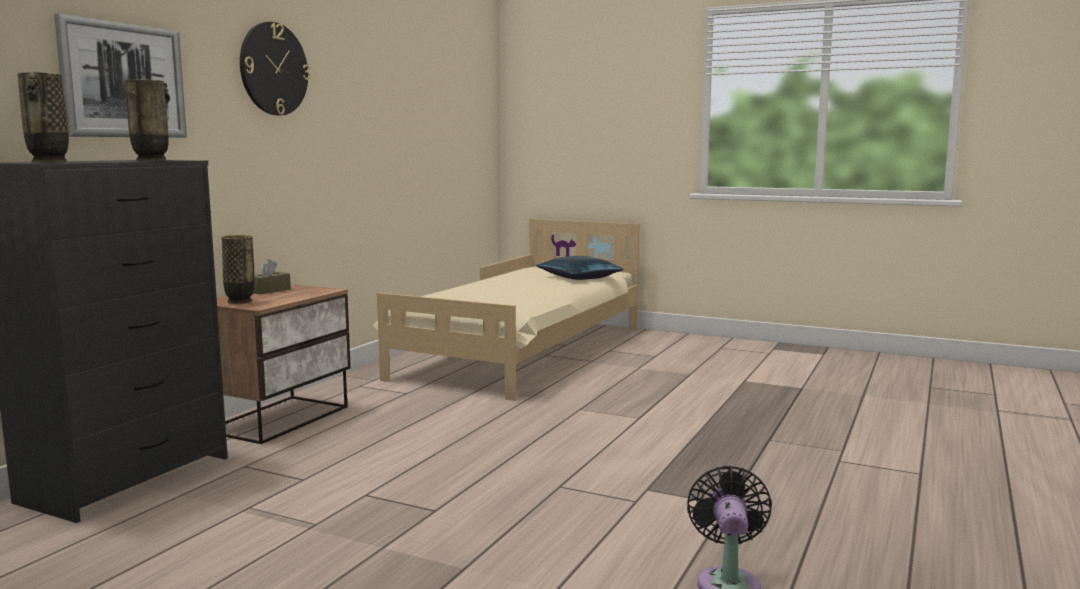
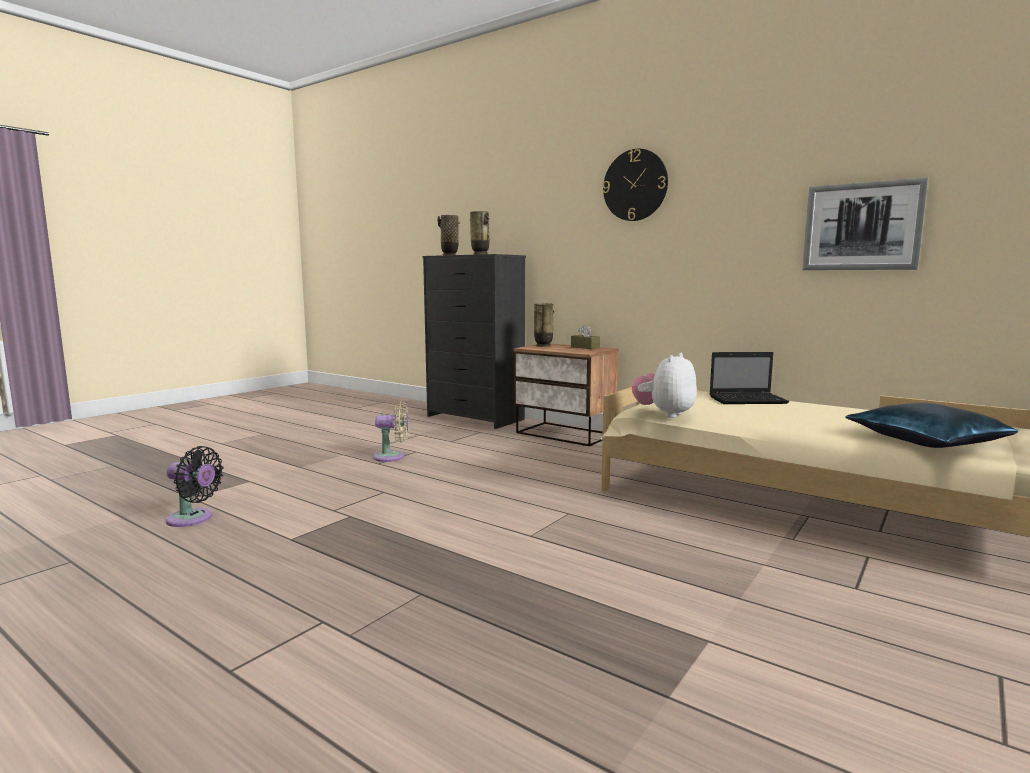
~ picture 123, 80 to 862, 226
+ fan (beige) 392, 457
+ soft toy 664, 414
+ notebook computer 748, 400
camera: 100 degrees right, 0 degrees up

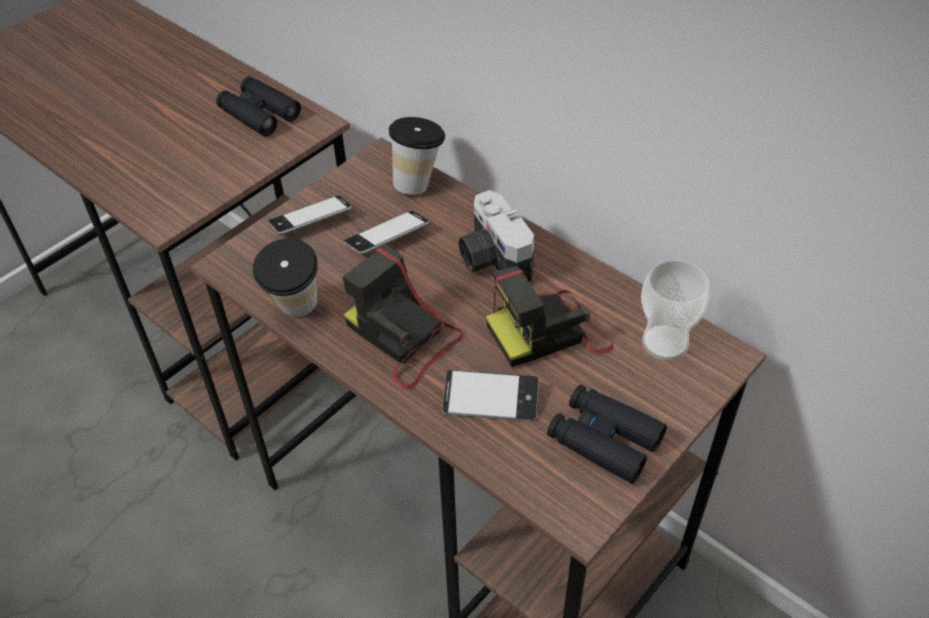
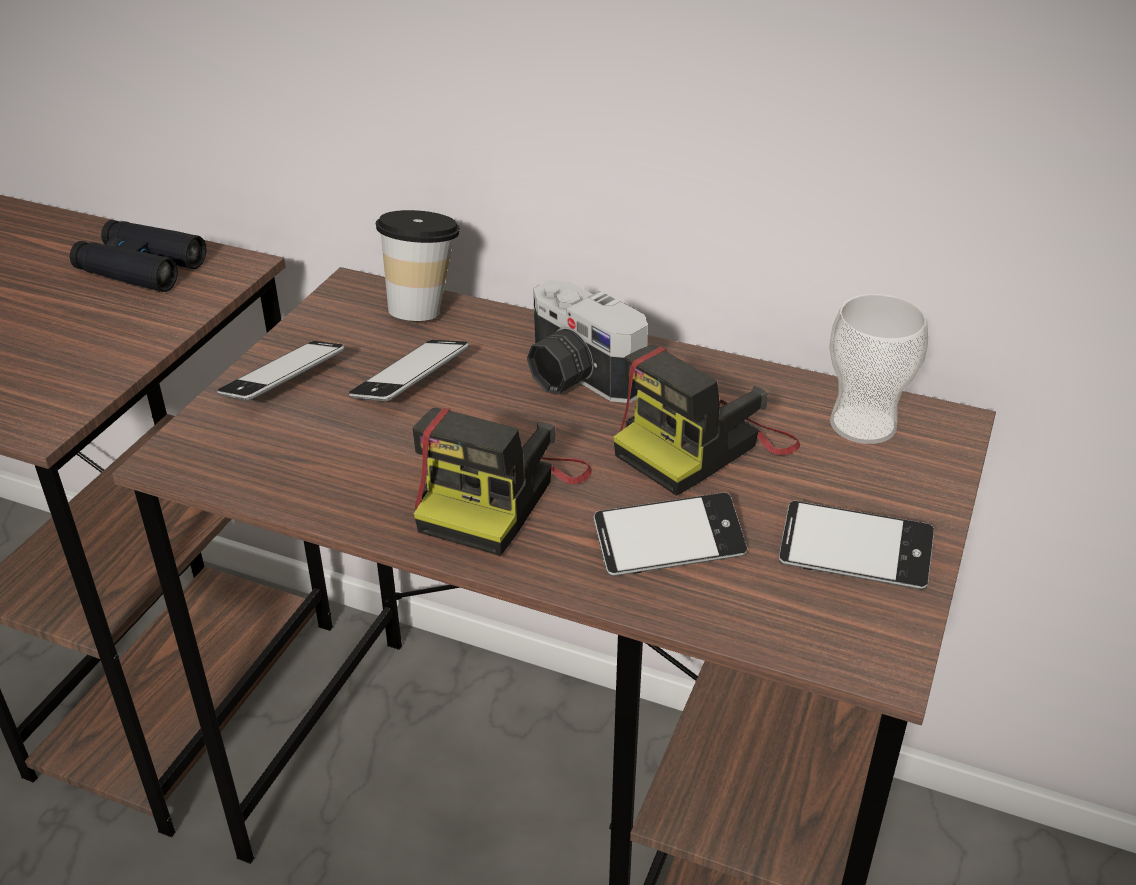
- drinking cup 296, 313
~ still camera 403, 338 = 499, 495 90 degrees counterclockwise
~ binoculars (black) 604, 439 to phone 854, 555
camera: 20 degrees left, 10 degrees down

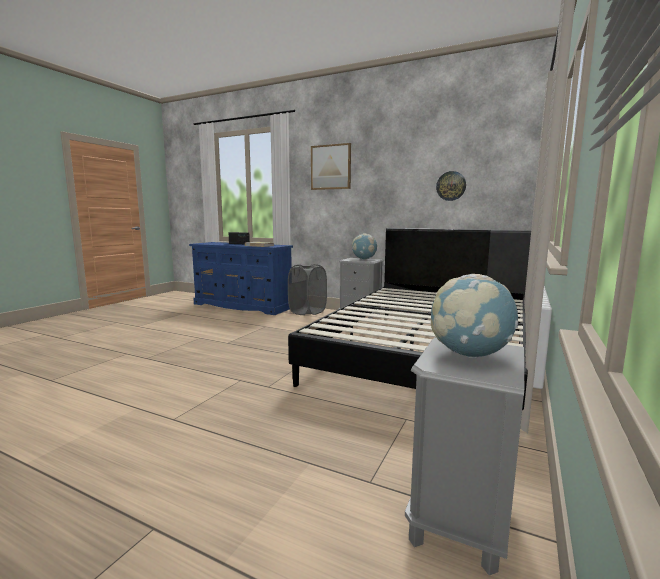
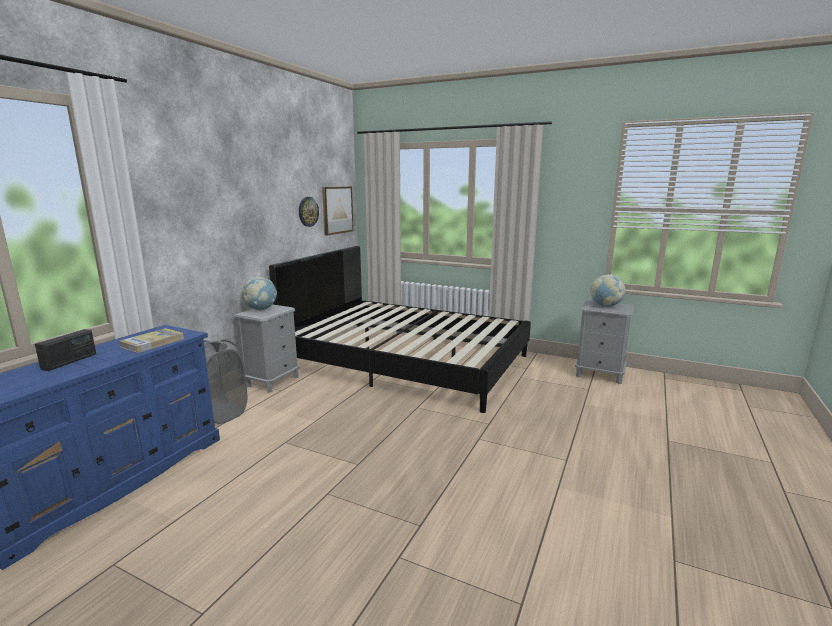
~ picture 331, 167 to 337, 210
camera: 90 degrees left, 5 degrees up

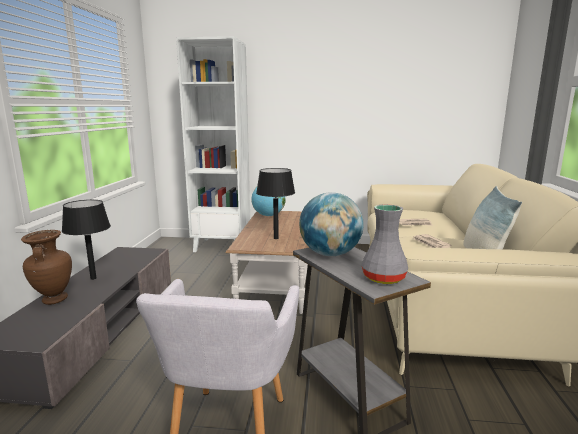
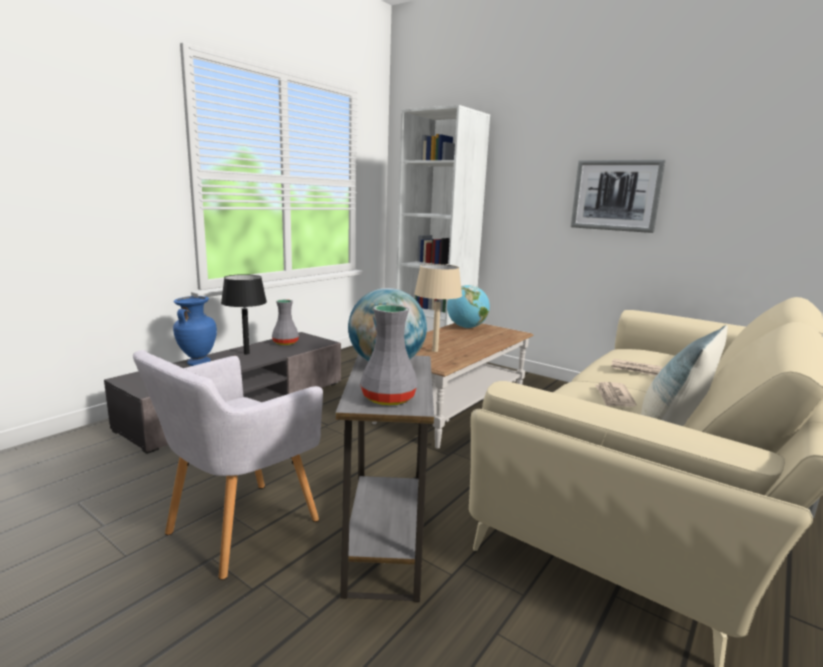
~ decorative vase (brownish) 53, 300 to decorative vase (blue) 197, 363
~ table lamp (black) 275, 238 to table lamp (beige) 435, 351
+ decorative vase (gray) 285, 343
+ picture 615, 195
camera: 30 degrees right, 0 degrees up

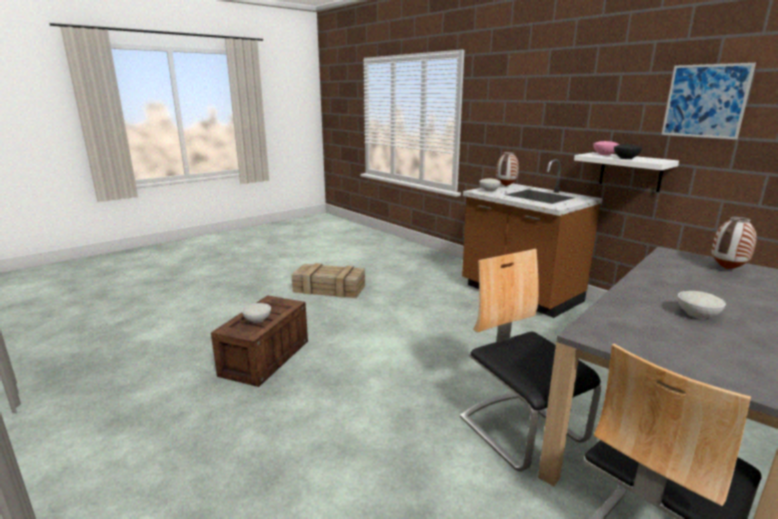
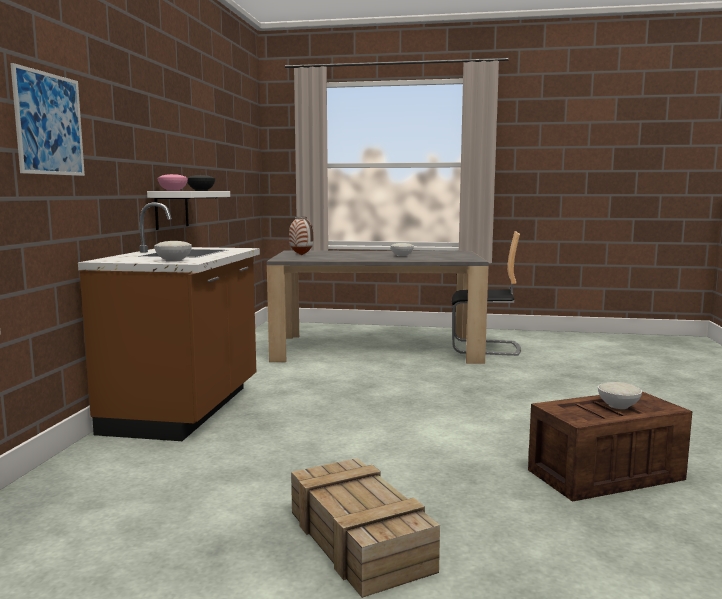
- plain chair 521, 430
- decorative vase 505, 186
~ picture 705, 101 to 49, 124
camera: 130 degrees left, 10 degrees down

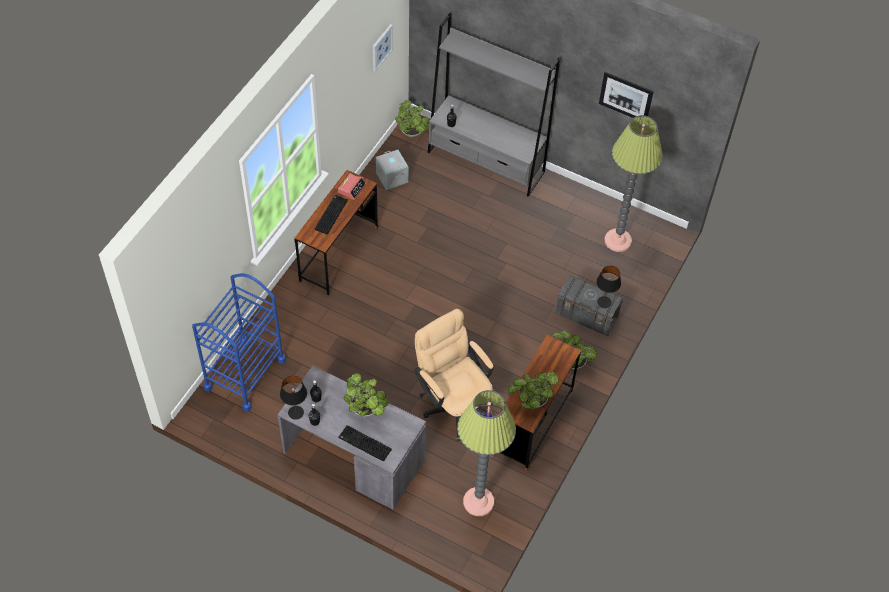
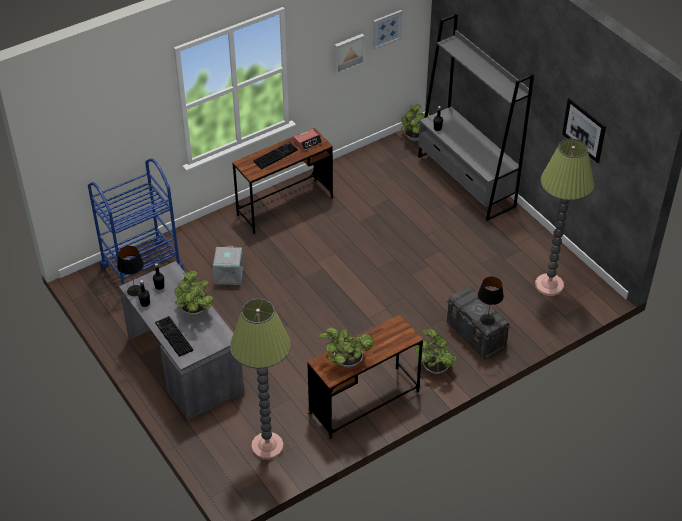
~ storage bin (gray) 391, 177 to 228, 274
- desk chair (beige) 453, 402
+ picture 348, 52
camera: 30 degrees right, 10 degrees down

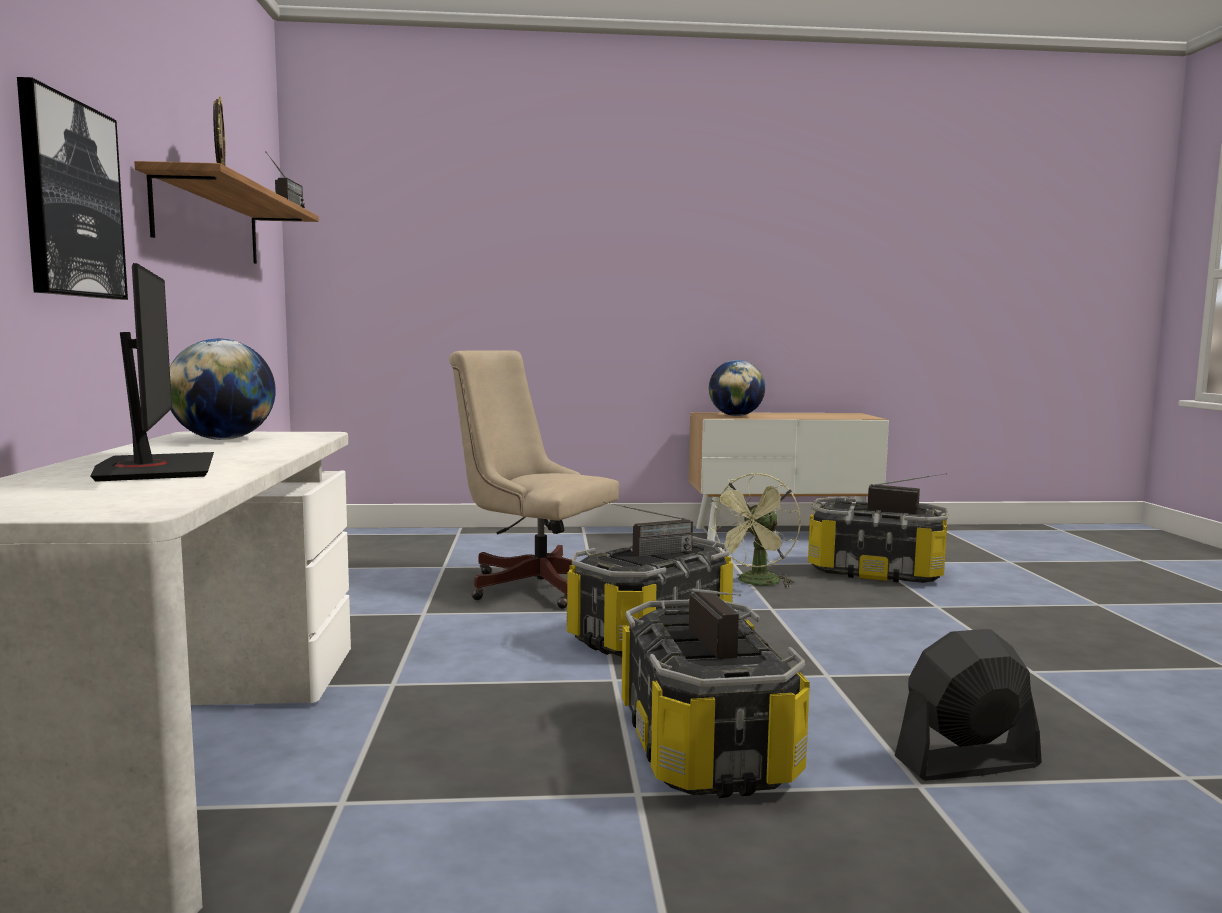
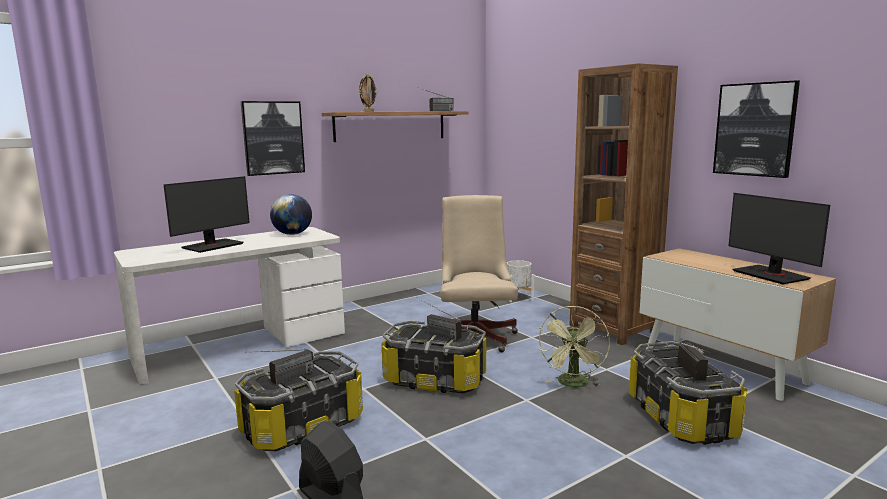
~ fan (green) 756, 583 = 573, 384 75 degrees counterclockwise
- globe 736, 415
+ planter (whitish) 518, 297
+ bookcase (brownish) 613, 328
+ picture 755, 129
+ monitor 771, 275
camera: 60 degrees right, 5 degrees up

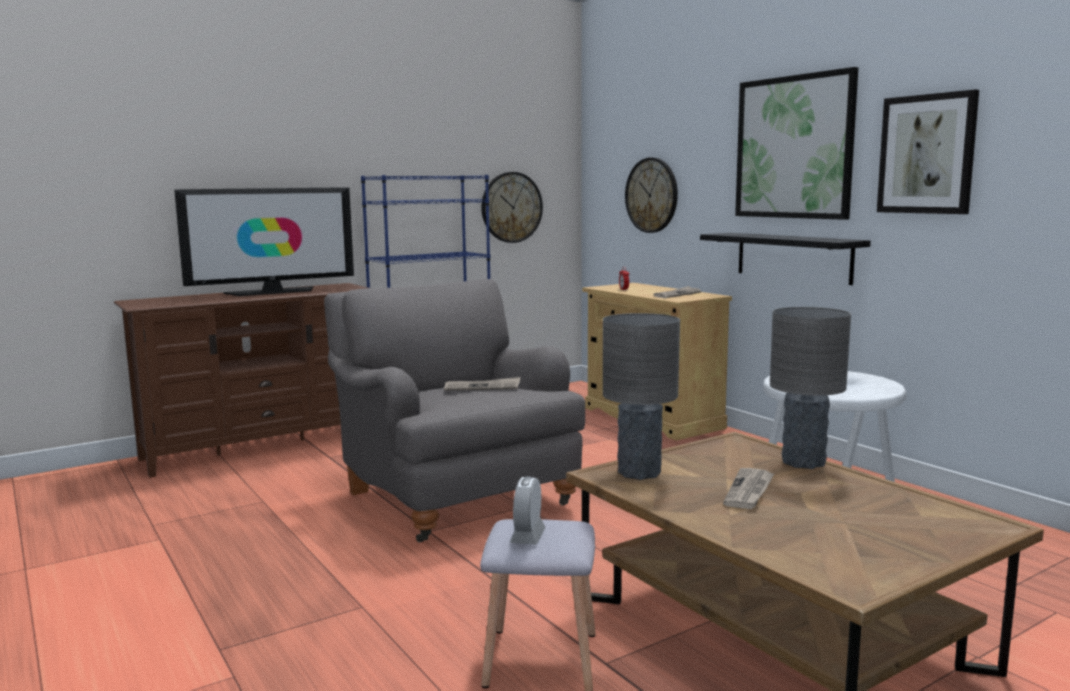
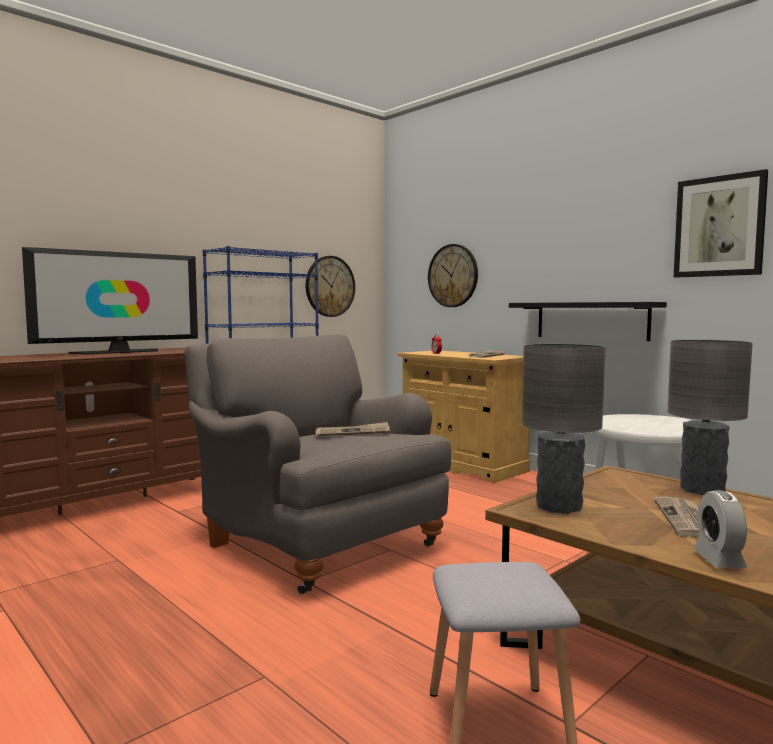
~ alarm clock 527, 536 to 718, 559
- picture 794, 147
camera: 10 degrees left, 5 degrees down

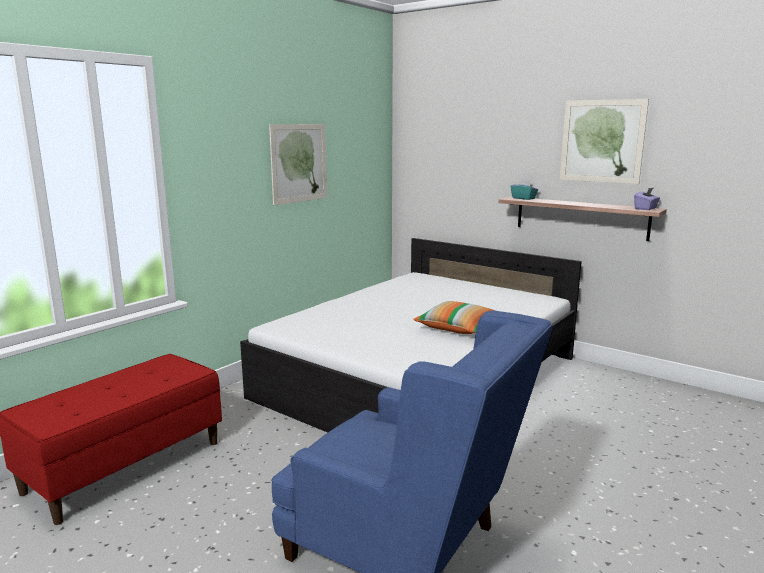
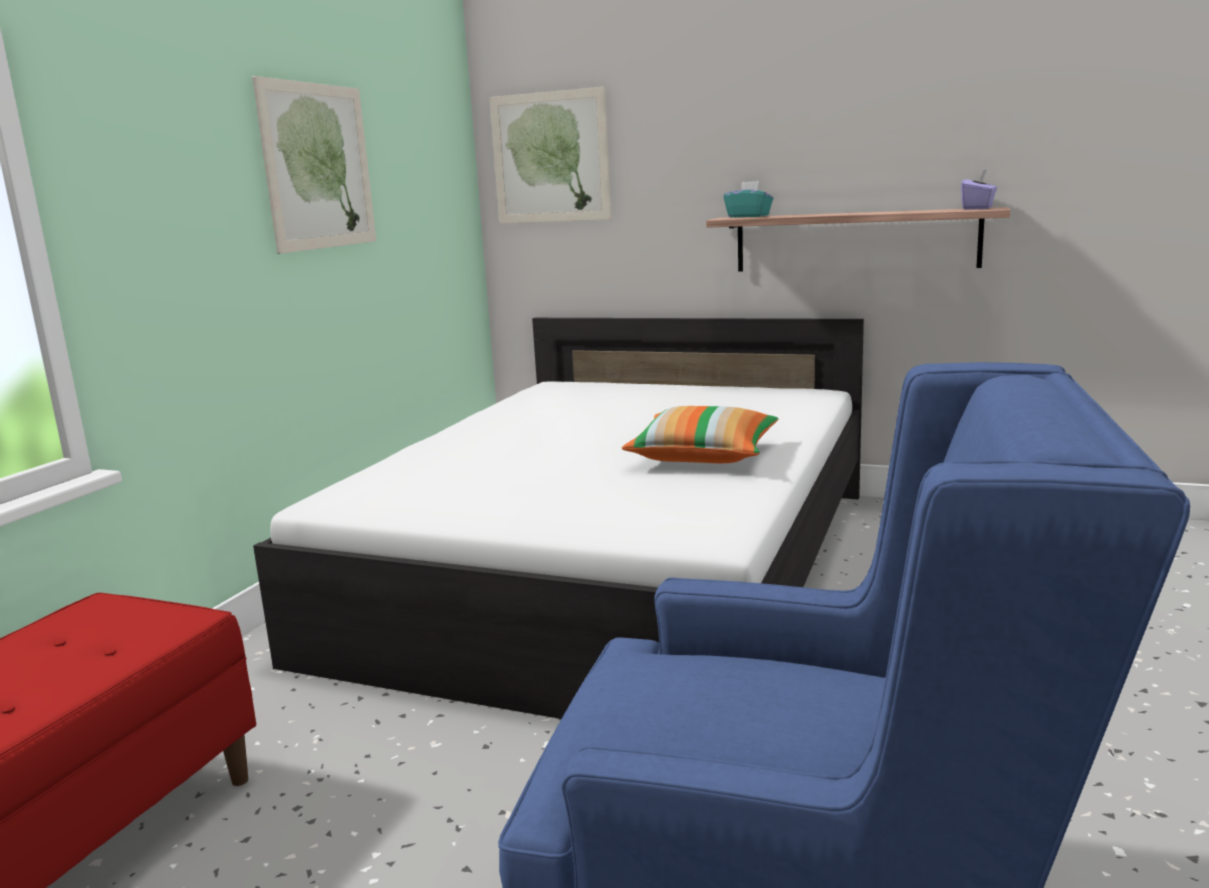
~ picture 602, 141 to 550, 158
camera: 15 degrees left, 0 degrees up

